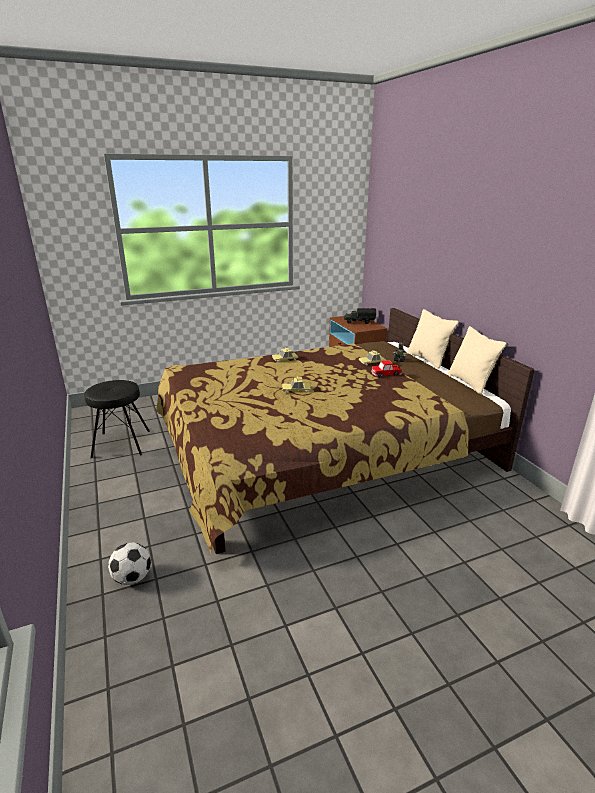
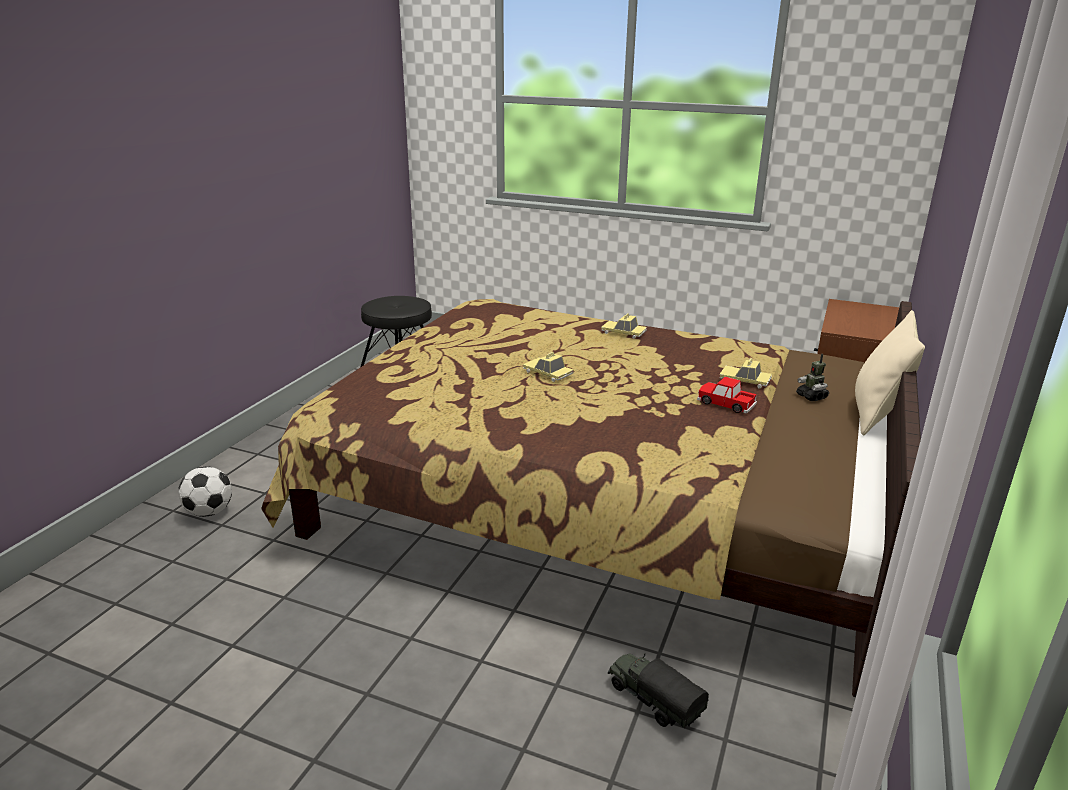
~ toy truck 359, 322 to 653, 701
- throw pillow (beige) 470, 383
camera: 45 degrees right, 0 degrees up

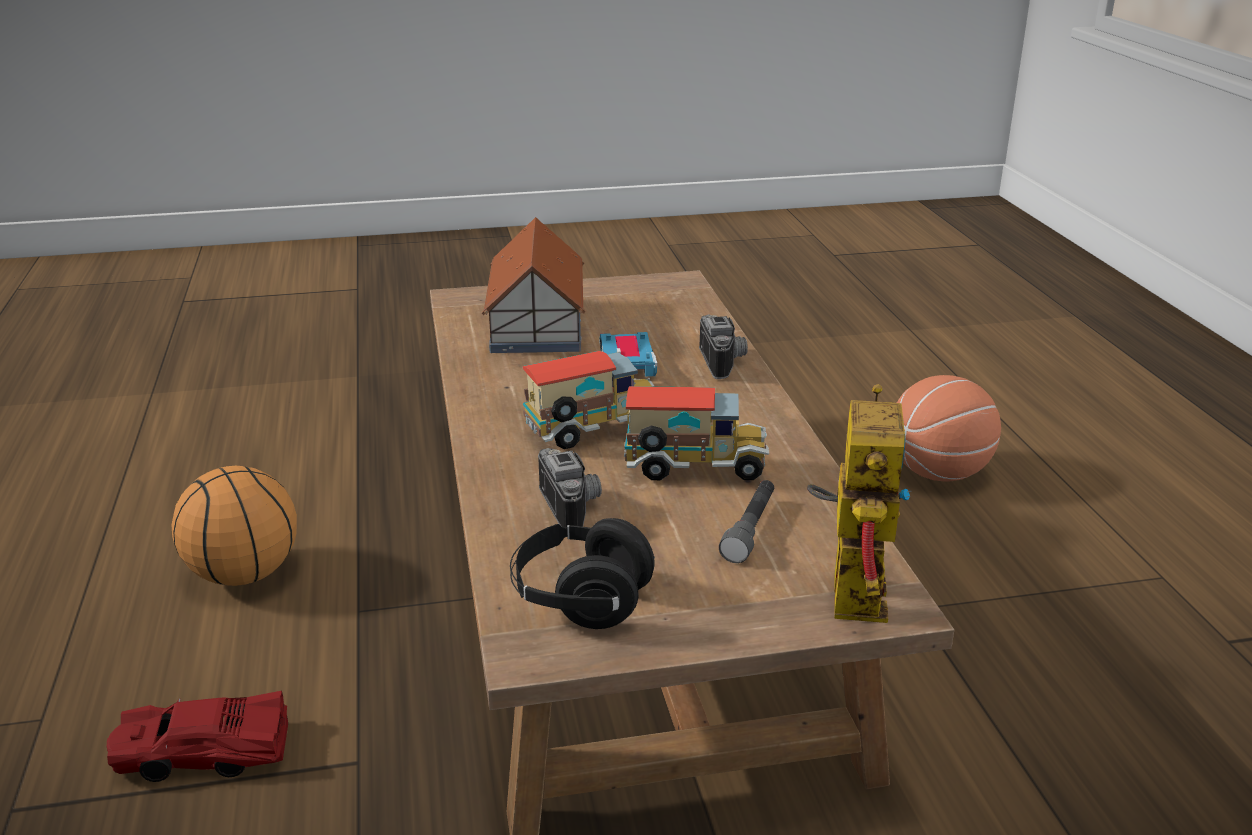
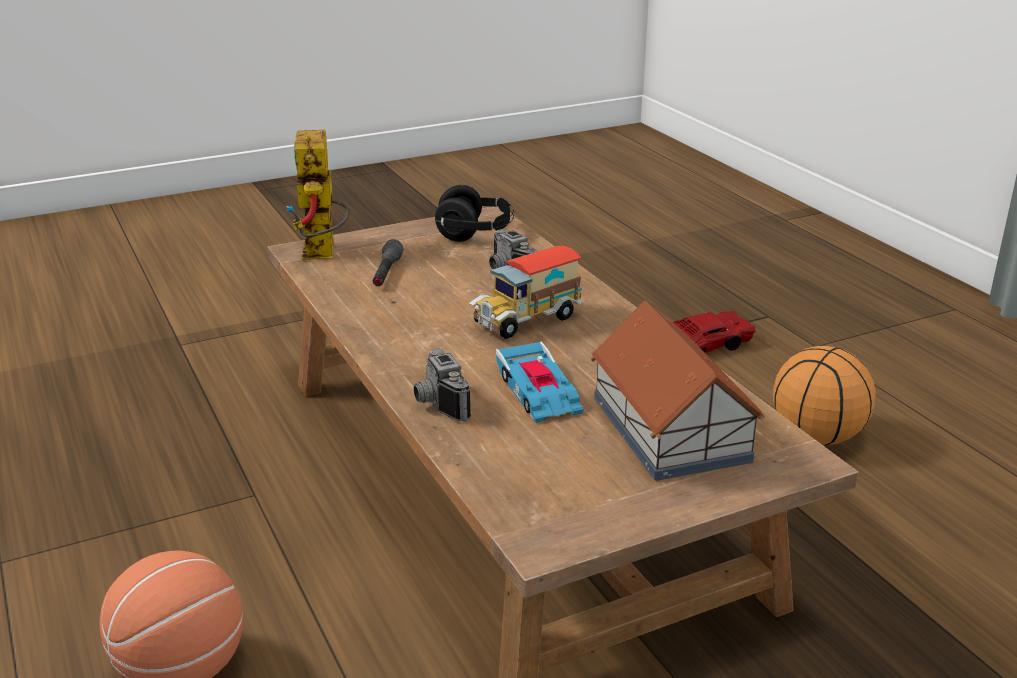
- toy truck 695, 470
camera: 165 degrees right, 0 degrees up

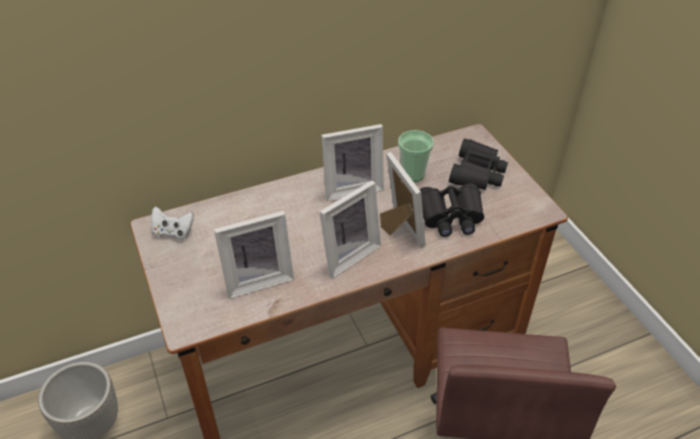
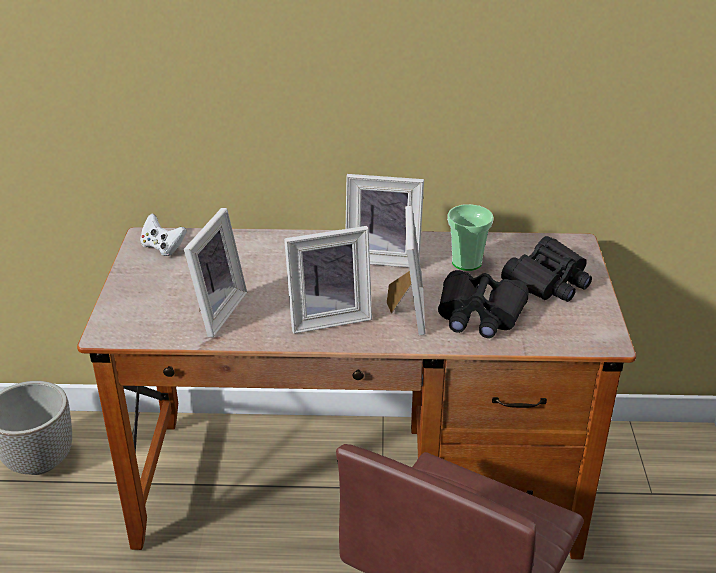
~ picture frame 257, 278 = 214, 311 75 degrees counterclockwise
camera: 25 degrees right, 10 degrees down

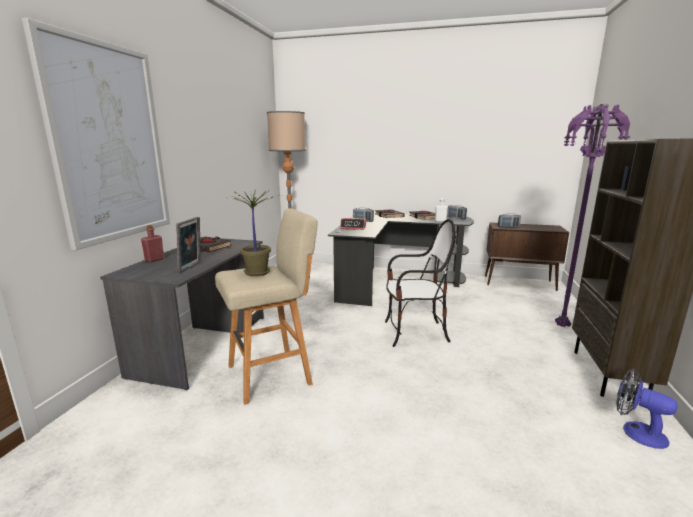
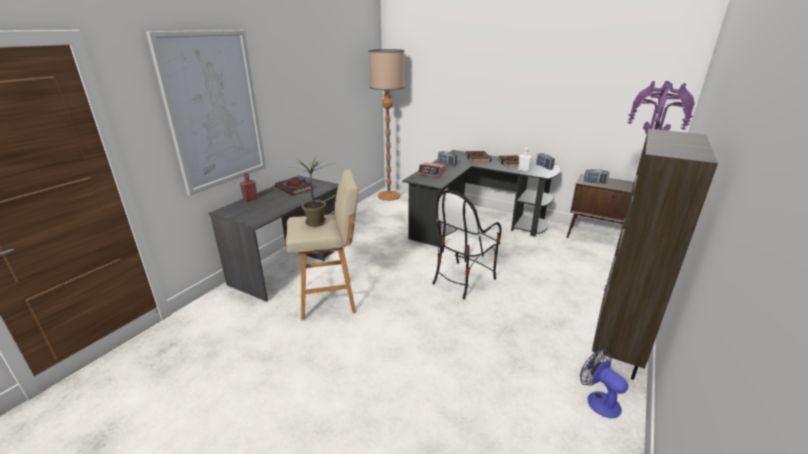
- picture frame 192, 267
~ plain chair 415, 333 = 463, 279 120 degrees clockwise
camera: 15 degrees right, 10 degrees up

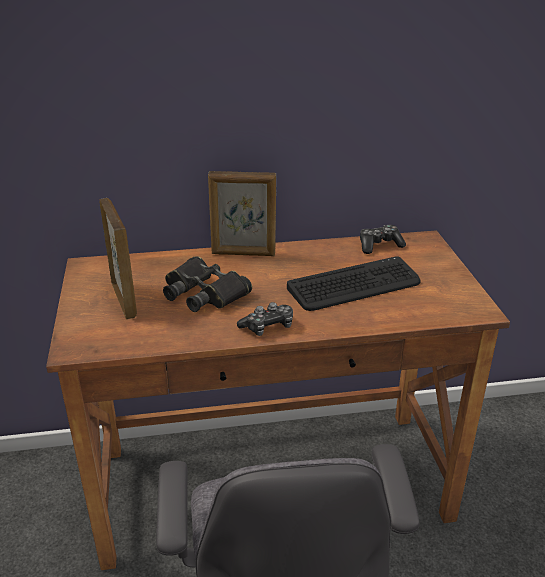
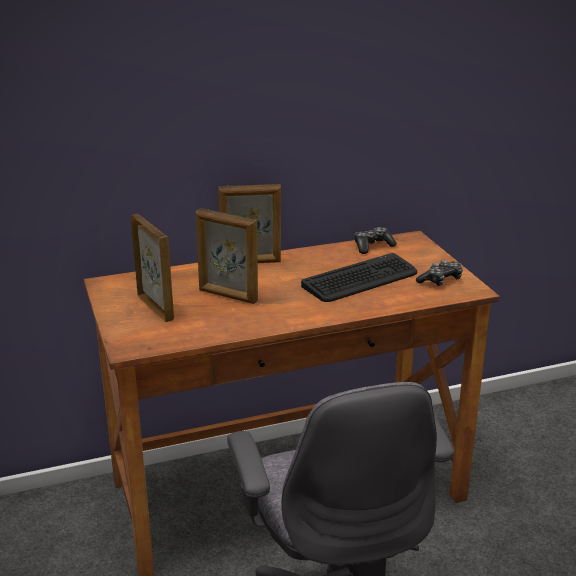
~ binoculars (black) 204, 292 to picture frame 227, 296
~ game controller 268, 327 to 440, 281
camera: 10 degrees left, 5 degrees down

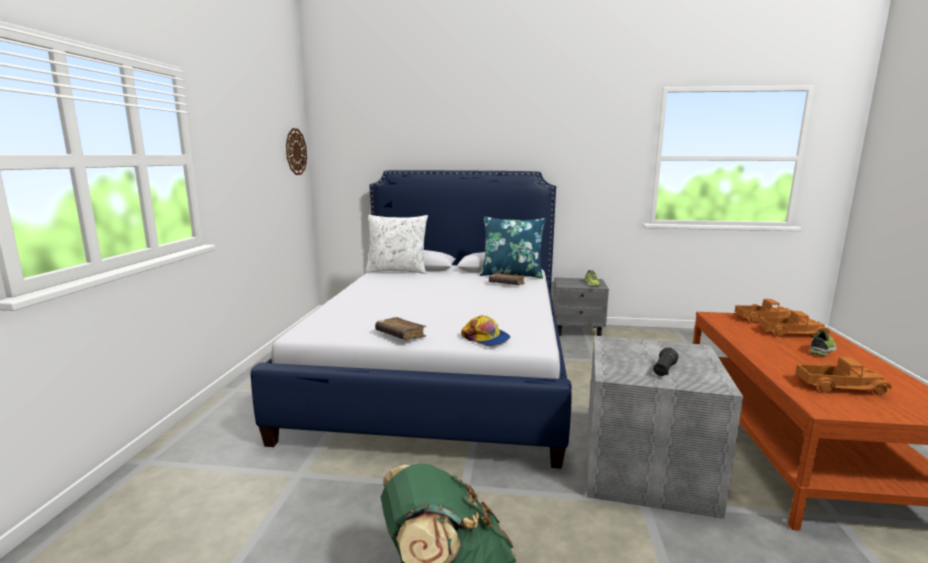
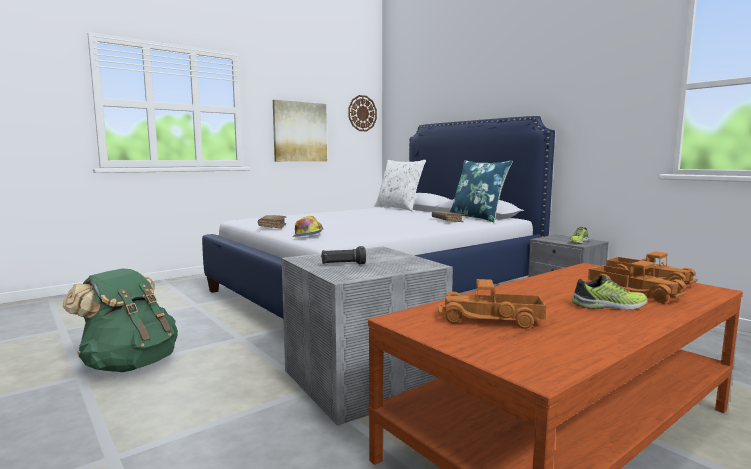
~ toy truck 839, 386 = 491, 320 135 degrees clockwise
+ picture 300, 132
camera: 45 degrees right, 5 degrees down

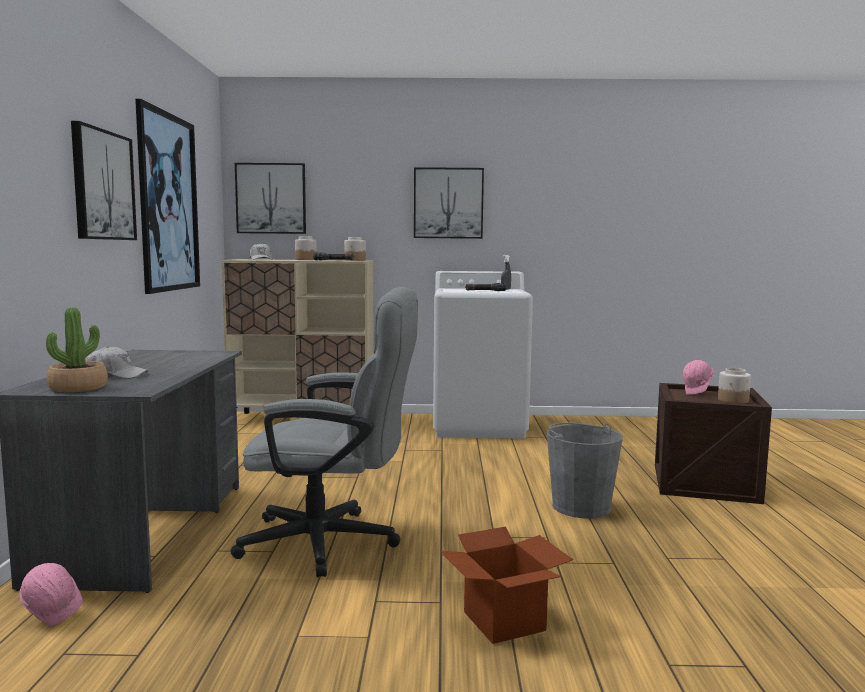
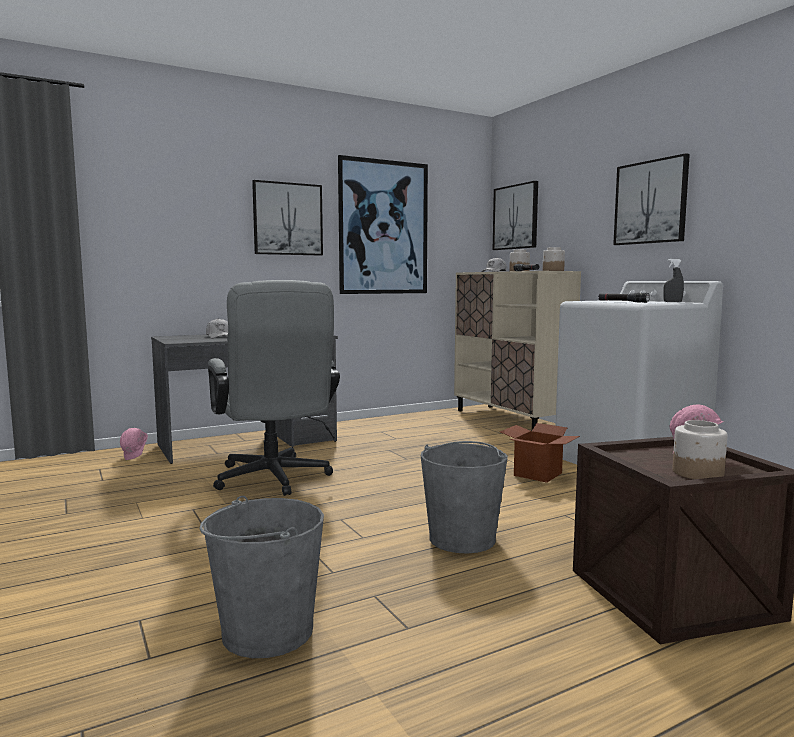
- houseplant 78, 388
~ cardboard box 503, 621 to 537, 474
+ water bucket (gray) 266, 631
camera: 60 degrees right, 0 degrees up

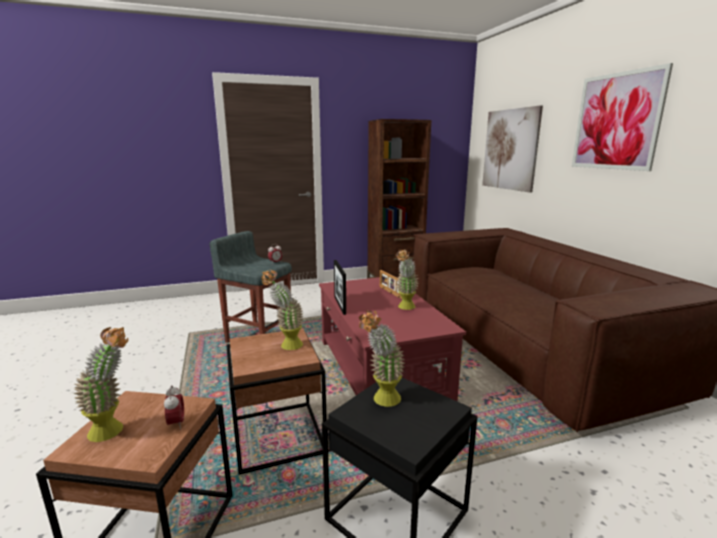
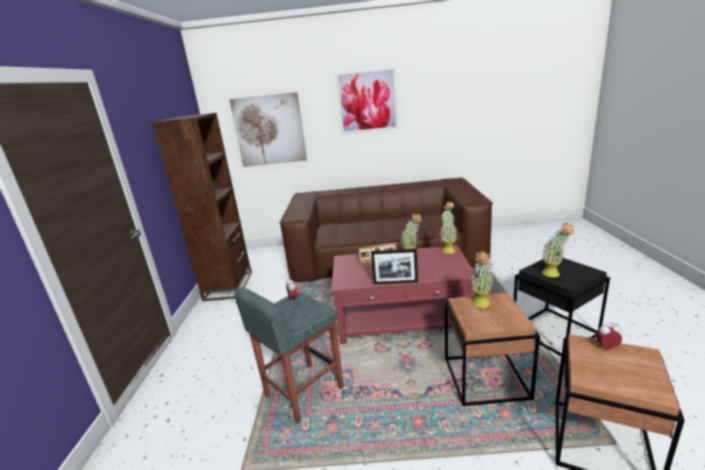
~ houseplant 114, 431 to 448, 249
camera: 70 degrees left, 5 degrees up

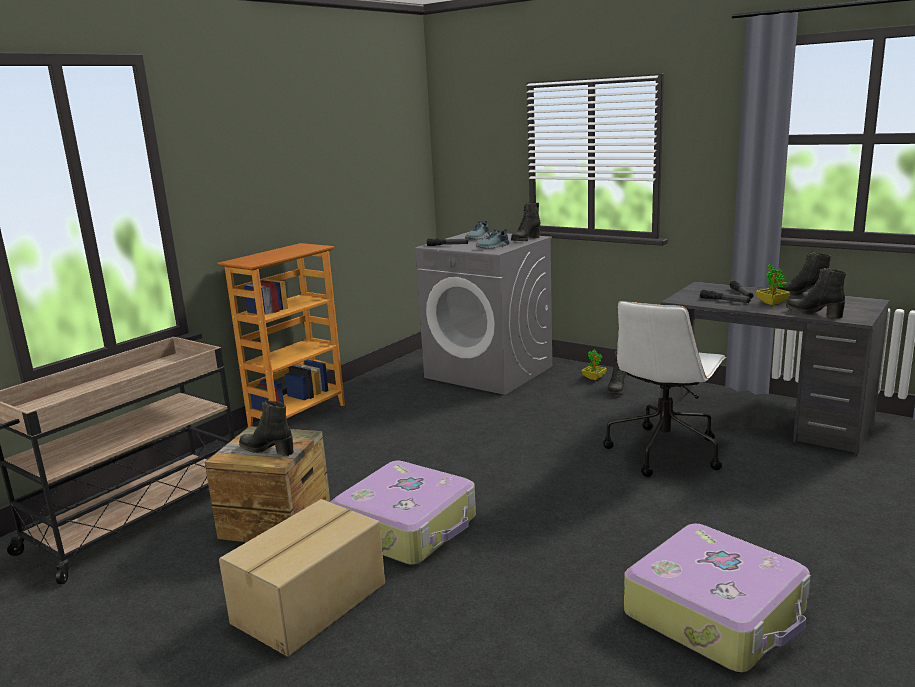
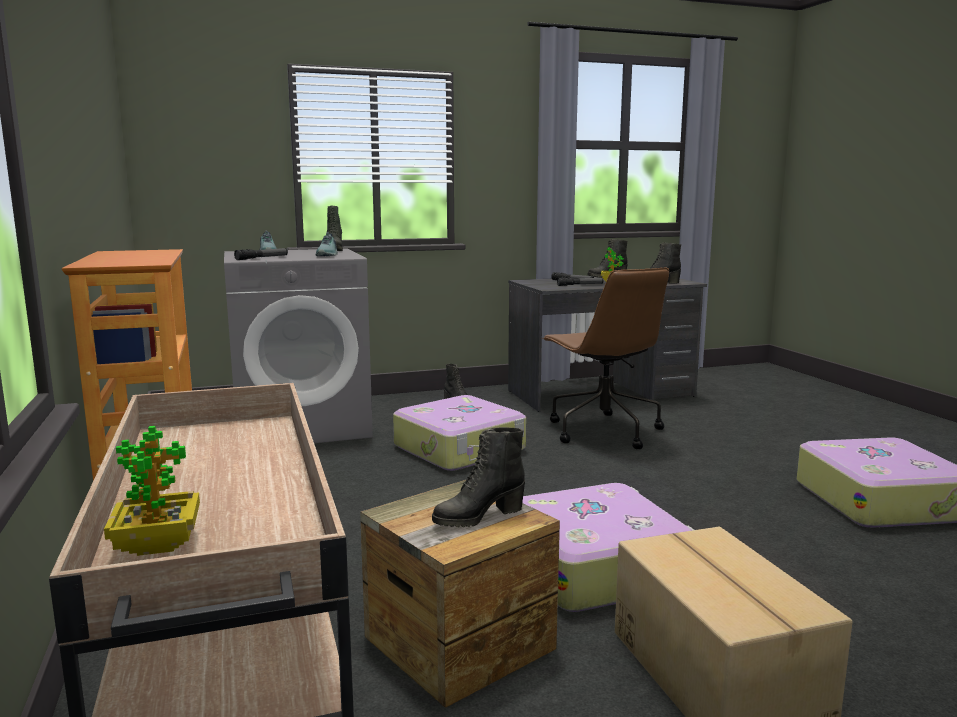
~ houseplant 594, 378 to 157, 546
~ desk chair (whitish) 664, 451 to desk chair (brownish) 602, 431
+ suitcase 461, 448
camera: 55 degrees left, 5 degrees down

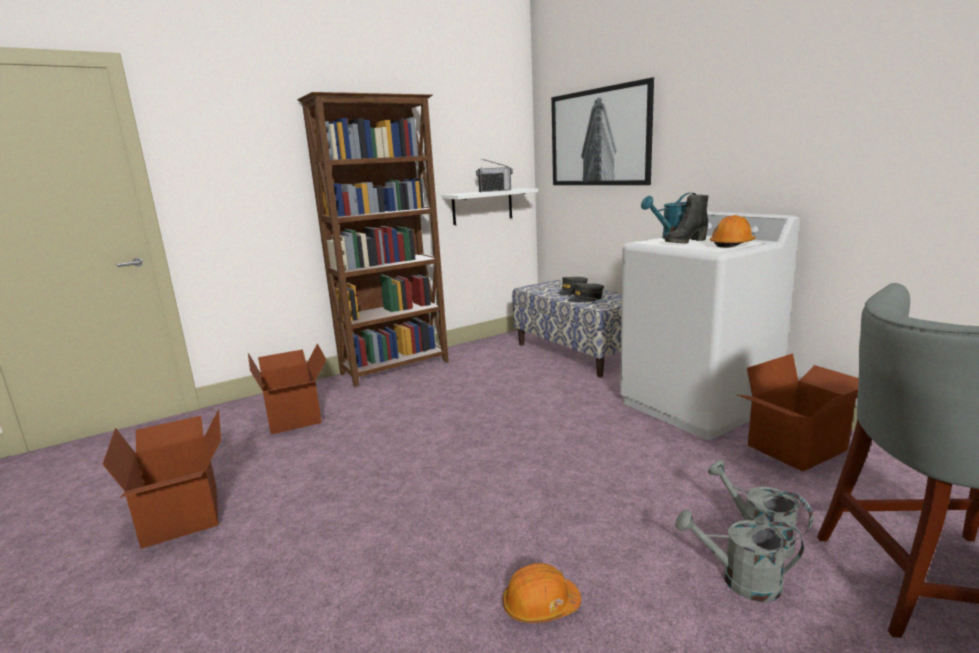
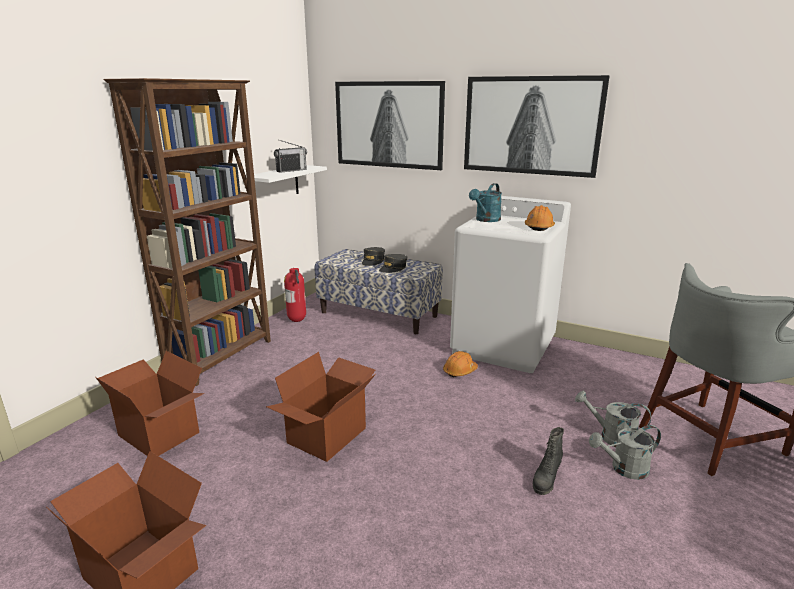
~ hard hat (orangey) 540, 605 to 460, 371
~ boot (black) 685, 242 to 546, 479
~ cardboard box 798, 448 to 328, 436
+ extinguisher 297, 321
+ picture 531, 125
camera: 30 degrees left, 5 degrees up

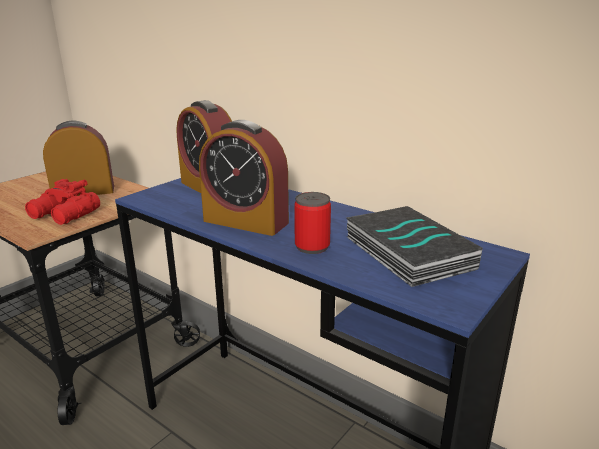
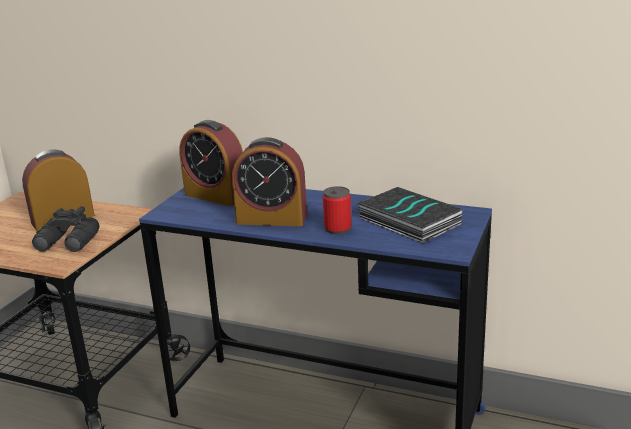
~ binoculars (red-coloured) 65, 215 to binoculars (black) 68, 243
camera: 15 degrees left, 0 degrees up

